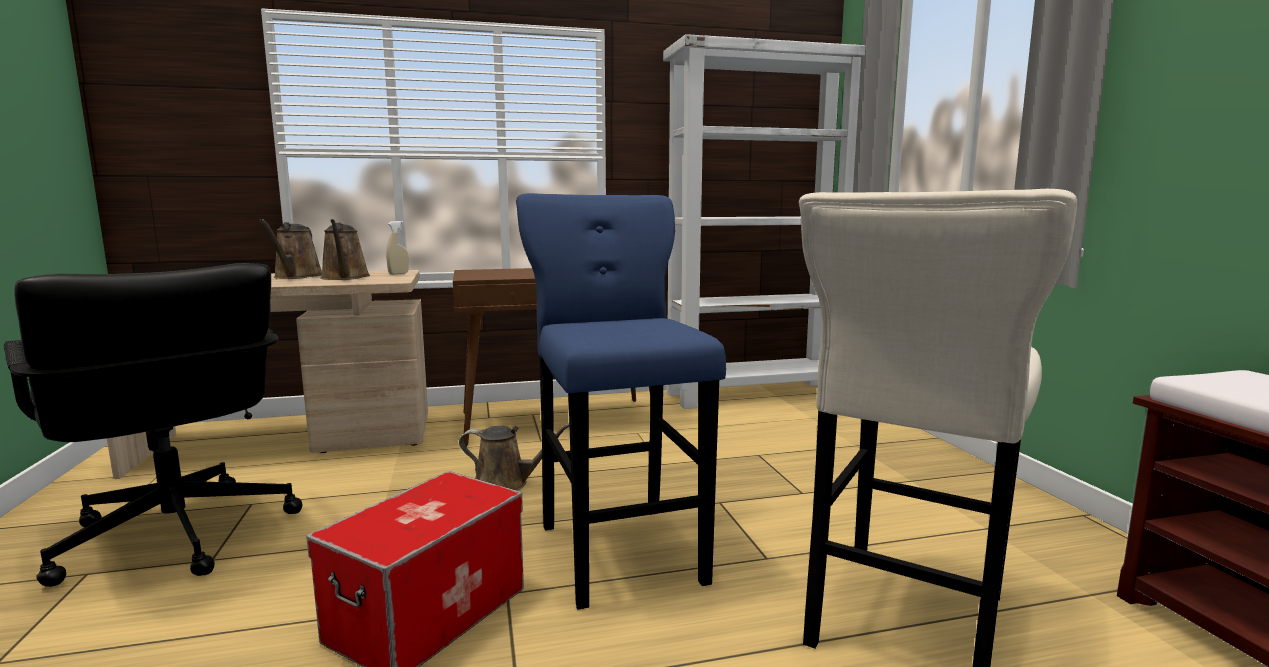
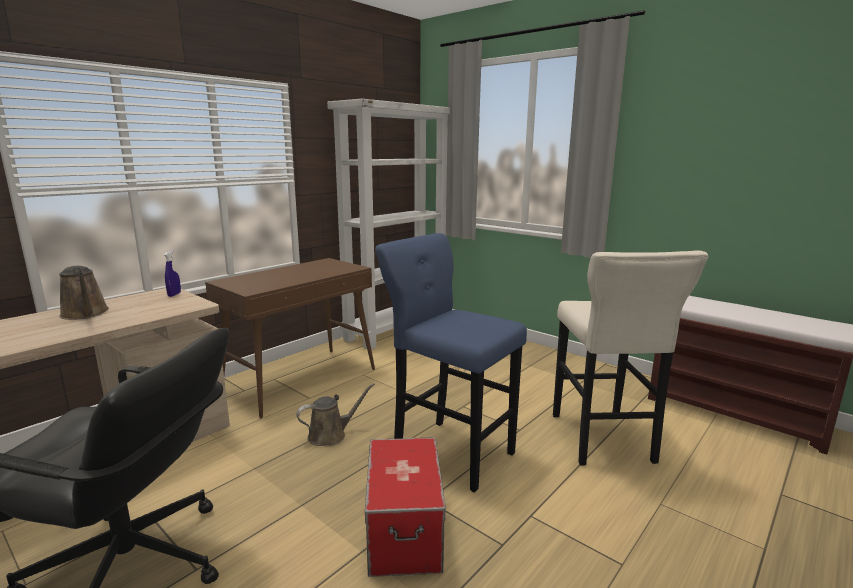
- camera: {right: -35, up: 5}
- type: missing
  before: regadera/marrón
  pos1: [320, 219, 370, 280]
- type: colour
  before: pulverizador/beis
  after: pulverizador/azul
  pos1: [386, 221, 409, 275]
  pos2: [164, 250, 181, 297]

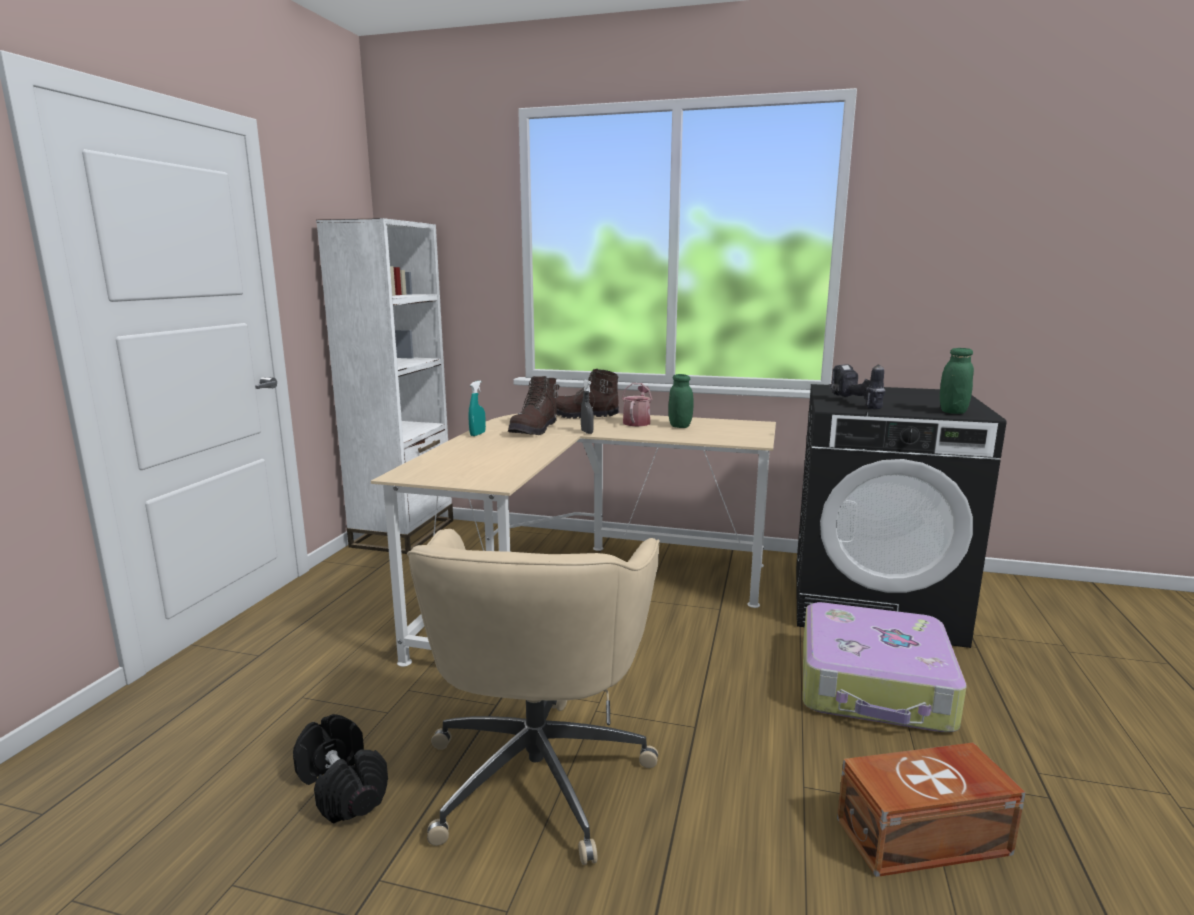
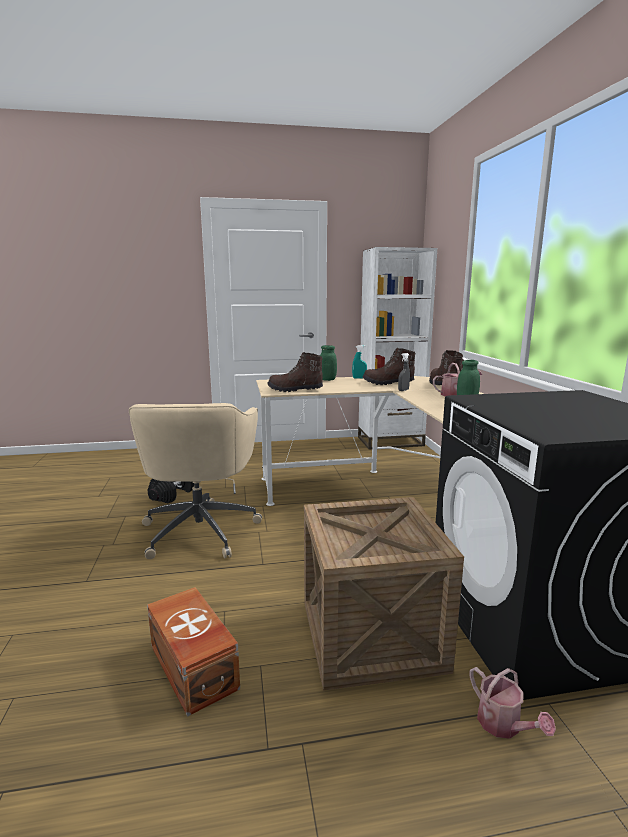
- camera: {right: 65, up: 0}
- type: missing
  before: taladro
  pos1: [829, 364, 886, 409]
- type: appeared
  after: bota/marrón
  pos2: [267, 352, 323, 392]
- type: appeared
  after: regadera
  pos2: [469, 667, 556, 739]
- type: relocated
  before: tarro/verde
  pos1: [940, 348, 974, 414]
  pos2: [320, 345, 337, 381]
- type: exchanged
  before: maleta
  after: caja de embalaje
  pos1: [803, 602, 966, 732]
  pos2: [304, 497, 464, 691]
- type: spun
  before: silla de oficina/beis
  pos1: [407, 529, 660, 865]
  pos2: [129, 403, 262, 559]
  turn: -75

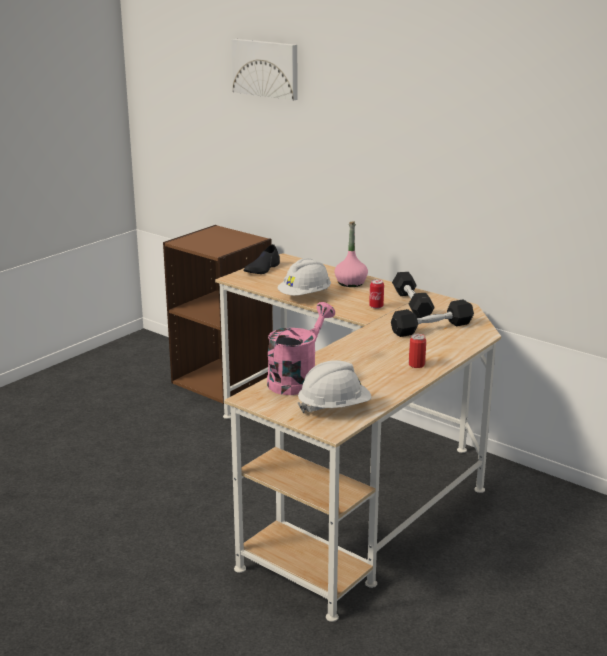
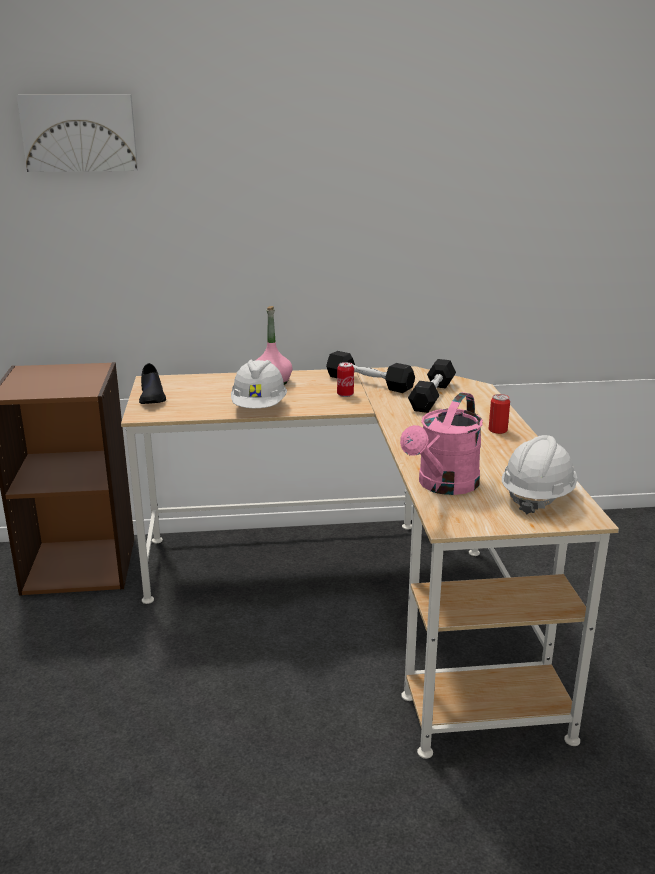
- camera: {right: -45, up: 0}
- type: spun
  before: regadera/rosa
  pos1: [267, 302, 335, 395]
  pos2: [400, 392, 483, 495]
  turn: -135

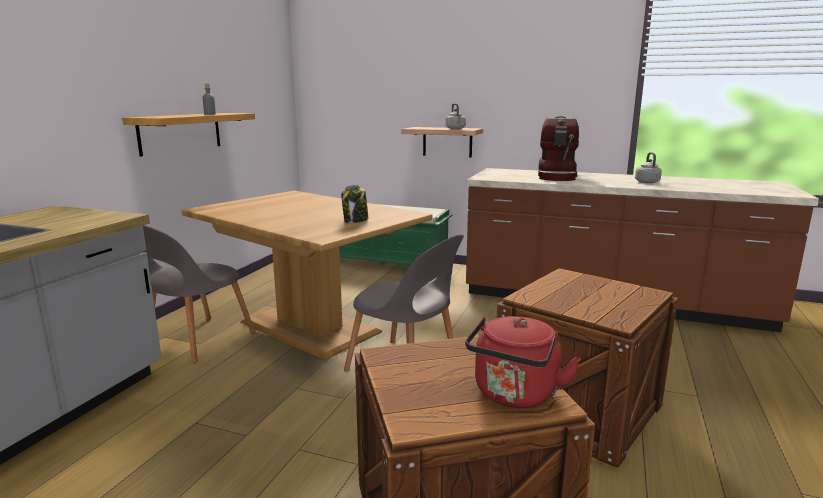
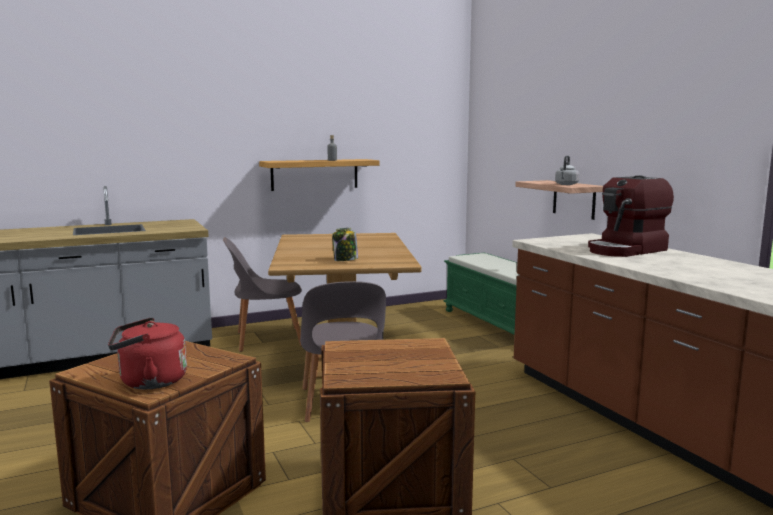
- camera: {right: 45, up: -5}
- type: missing
  before: hervidor/gris
  pos1: [635, 152, 662, 183]

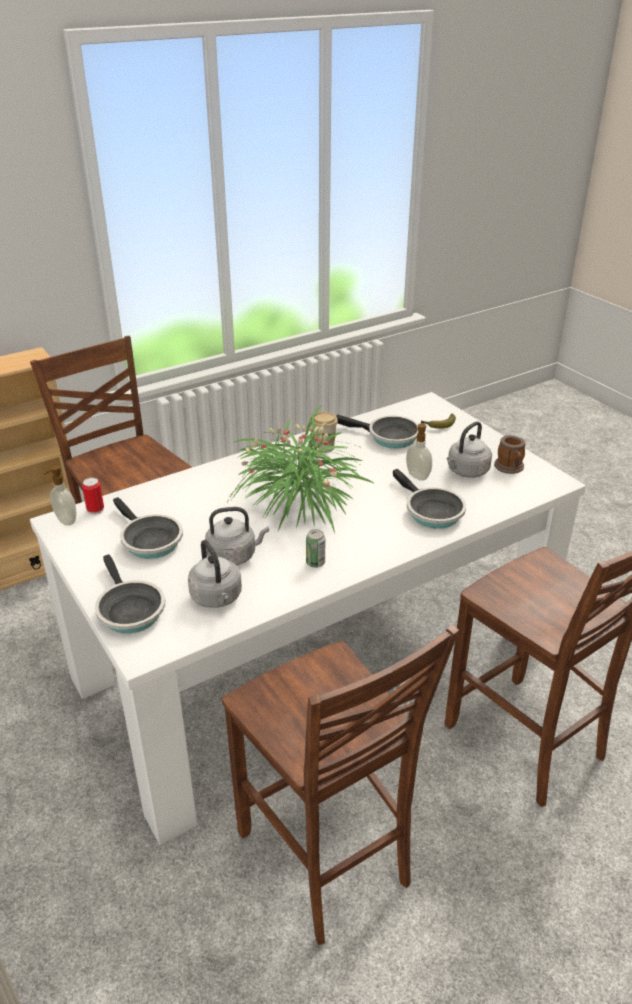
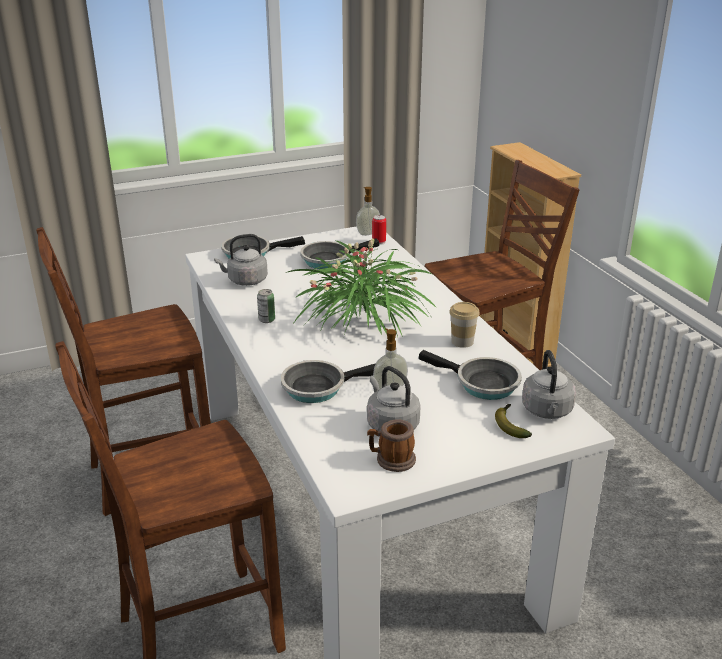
- camera: {right: 100, up: -5}
- type: relocated
  before: hervidor/gris
  pos1: [205, 507, 269, 565]
  pos2: [522, 350, 576, 419]
- type: spun
  before: sartén
  pos1: [336, 414, 418, 448]
  pos2: [419, 350, 522, 400]
  turn: -90

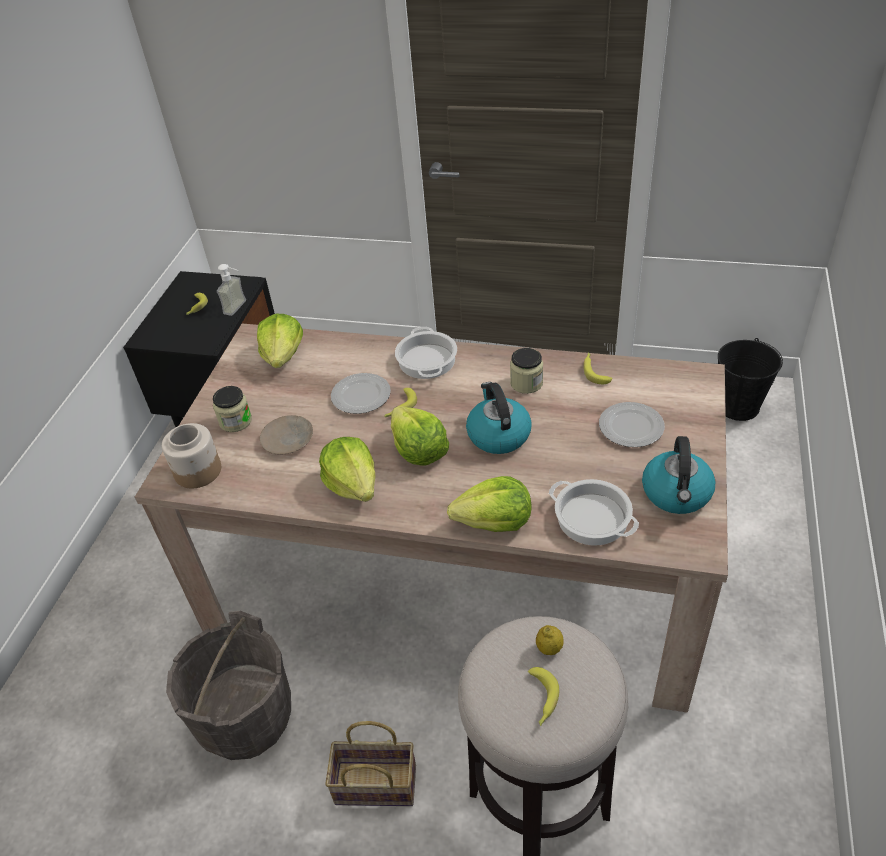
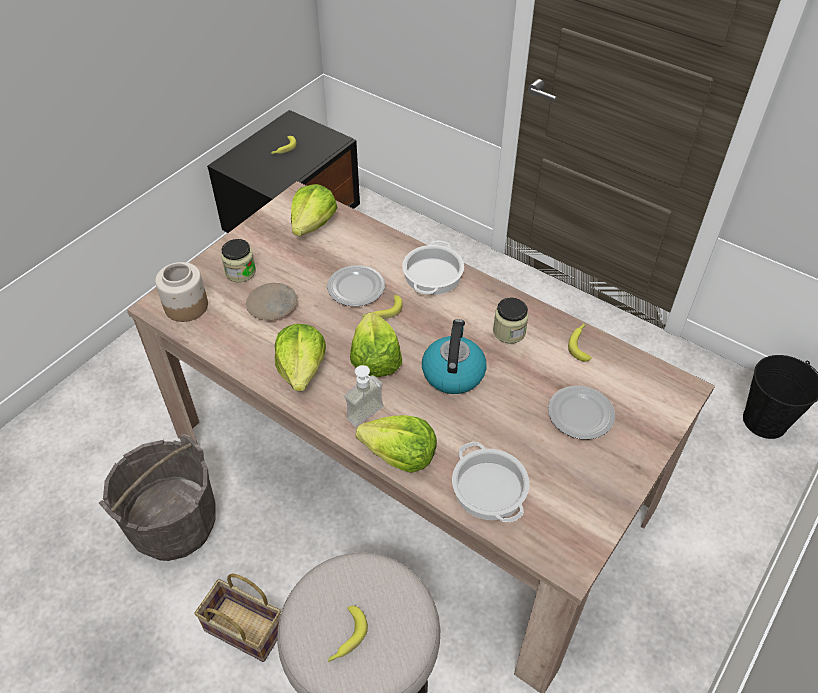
- camera: {right: 20, up: 5}
- type: missing
  before: limón
  pos1: [536, 625, 564, 655]
- type: missing
  before: hervidor
  pos1: [642, 436, 716, 514]
- type: relocated
  before: dispensador de jabón
  pos1: [217, 264, 246, 316]
  pos2: [344, 365, 384, 427]

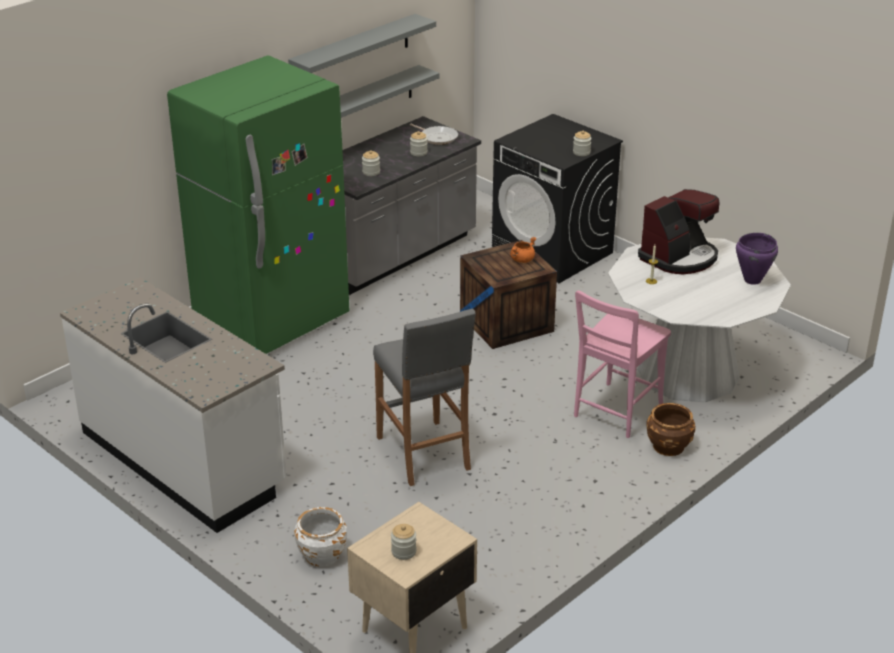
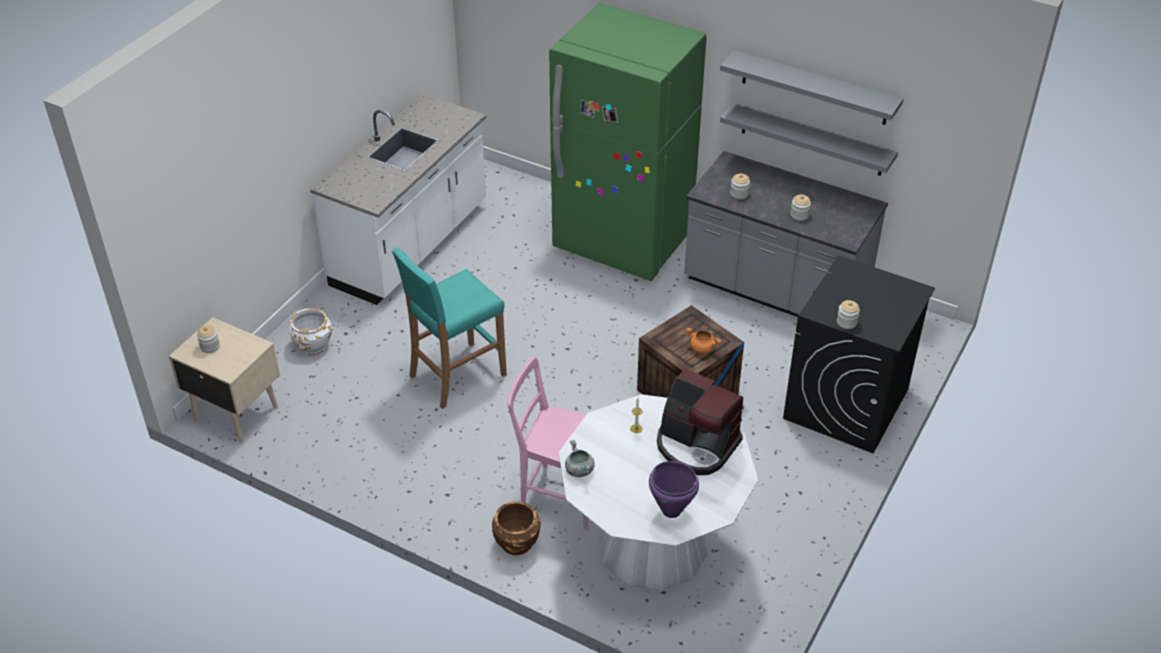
- camera: {right: 75, up: 10}
- type: missing
  before: sartén
  pos1: [410, 124, 458, 145]
- type: appeared
  after: olla/gris
  pos2: [565, 440, 595, 477]
- type: colour
  before: taburete/gris
  after: taburete/turquesa
  pos1: [373, 309, 476, 486]
  pos2: [392, 247, 507, 409]

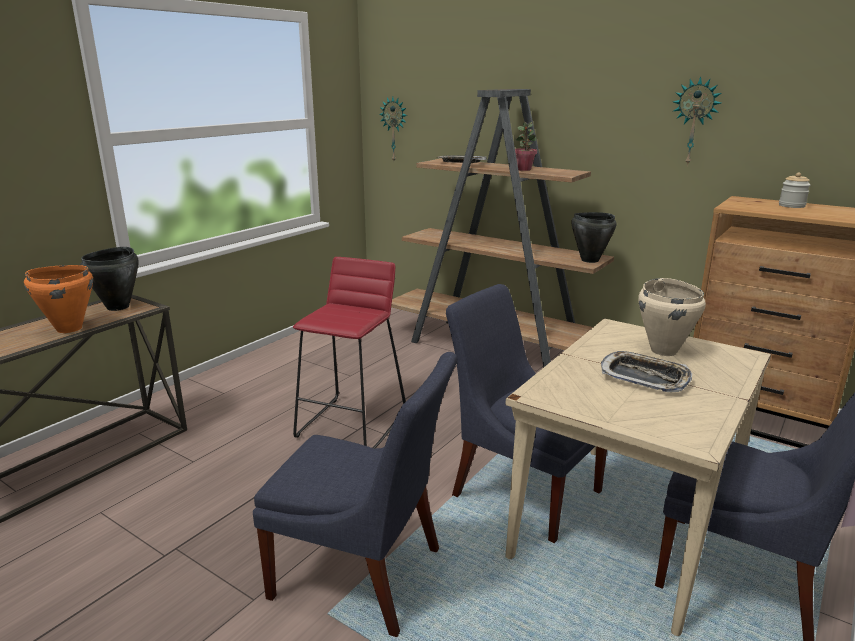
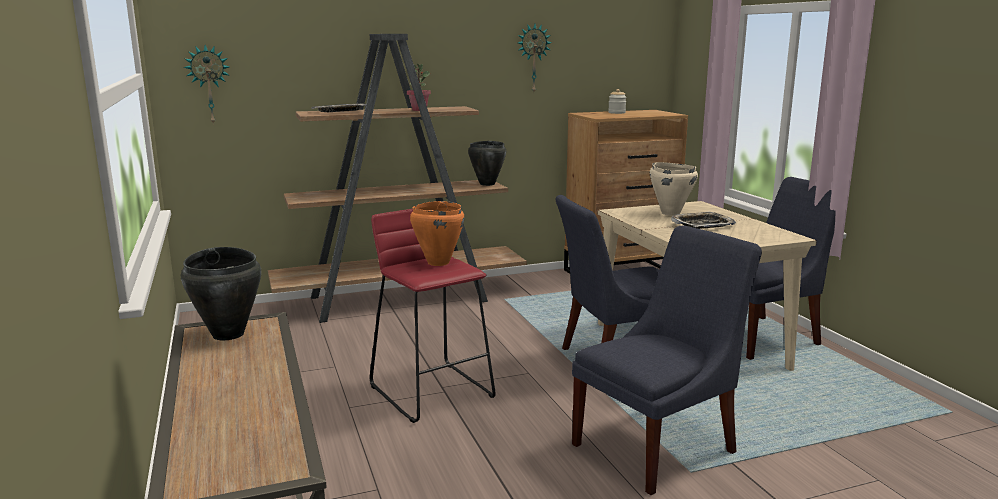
- camera: {right: -55, up: -5}
- type: relocated
  before: olla/naranja
  pos1: [24, 265, 93, 333]
  pos2: [410, 201, 465, 266]

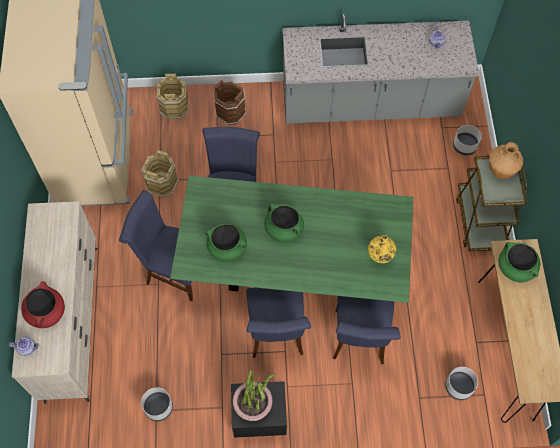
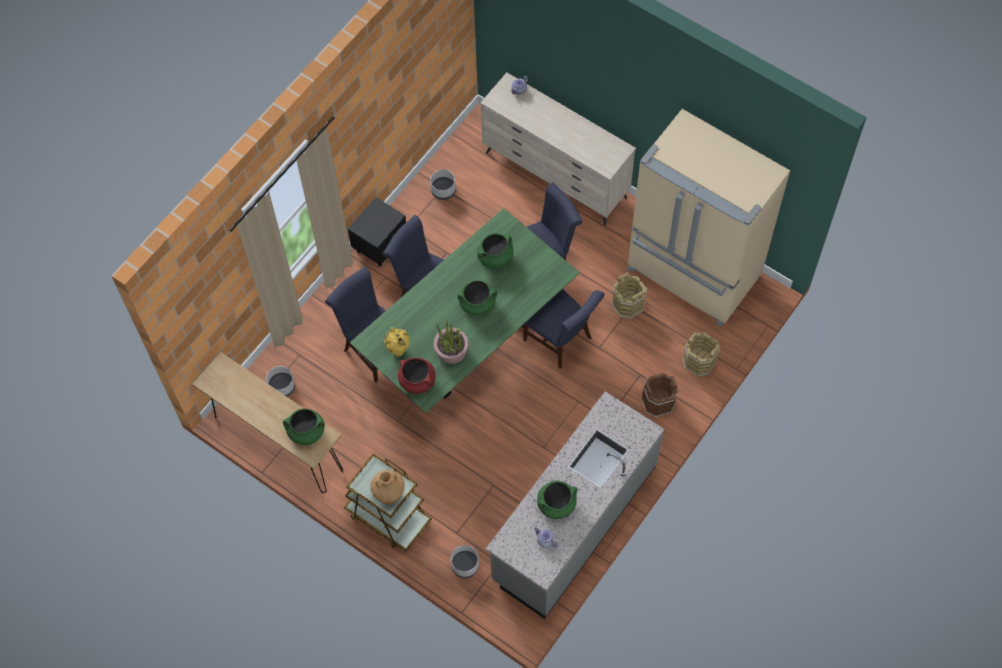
- camera: {right: 130, up: 0}
- type: appeared
  after: olla/verde
  pos2: [537, 481, 578, 519]
- type: relocated
  before: olla/rojo
  pos1: [21, 281, 65, 328]
  pos2: [398, 358, 436, 394]
- type: relocated
  before: planta en maceta
  pos1: [233, 370, 275, 421]
  pos2: [433, 319, 469, 364]

